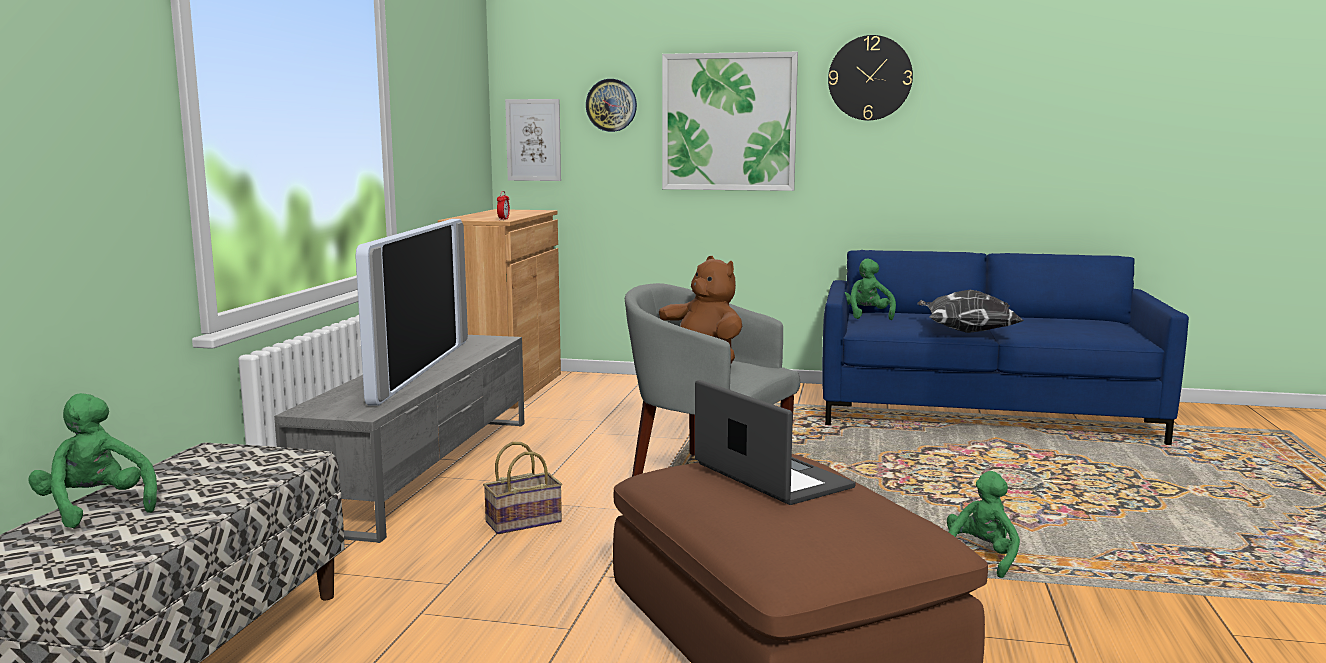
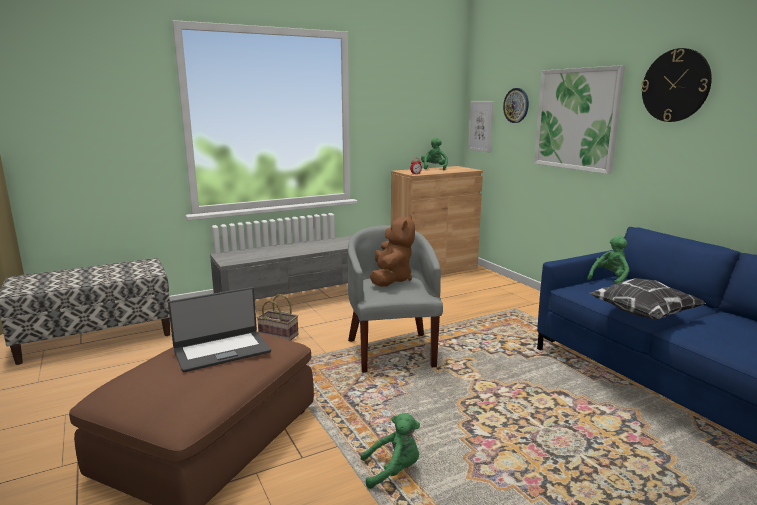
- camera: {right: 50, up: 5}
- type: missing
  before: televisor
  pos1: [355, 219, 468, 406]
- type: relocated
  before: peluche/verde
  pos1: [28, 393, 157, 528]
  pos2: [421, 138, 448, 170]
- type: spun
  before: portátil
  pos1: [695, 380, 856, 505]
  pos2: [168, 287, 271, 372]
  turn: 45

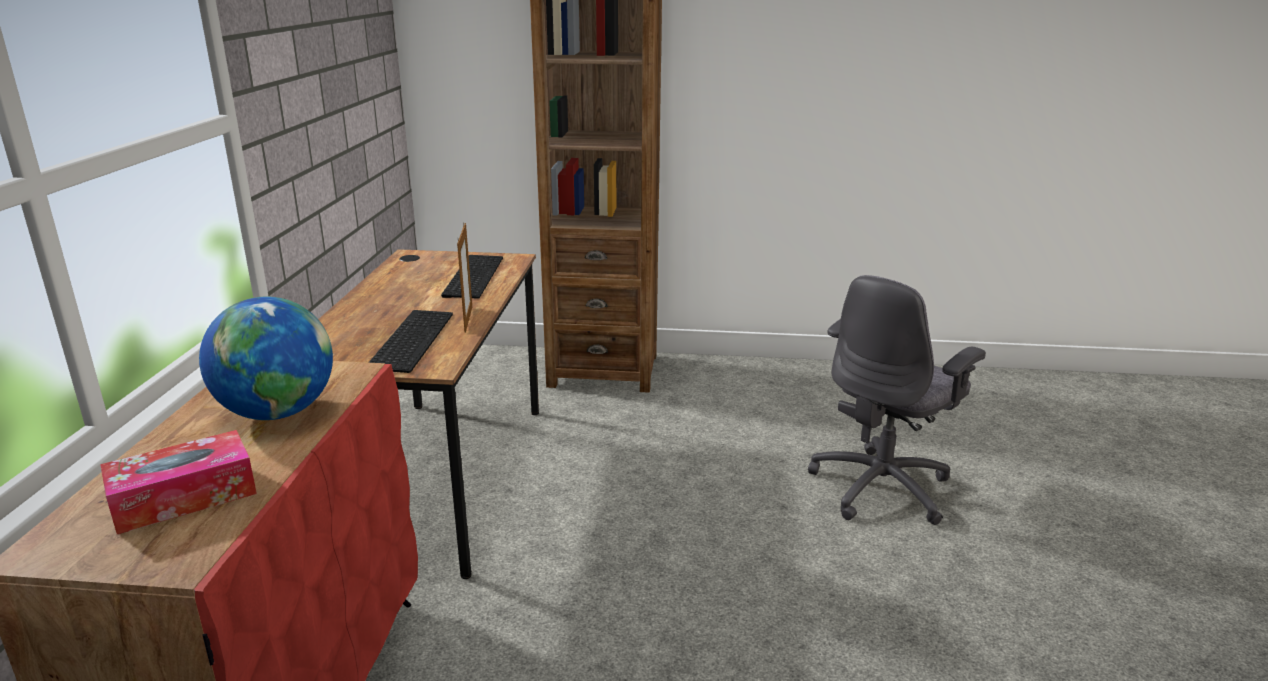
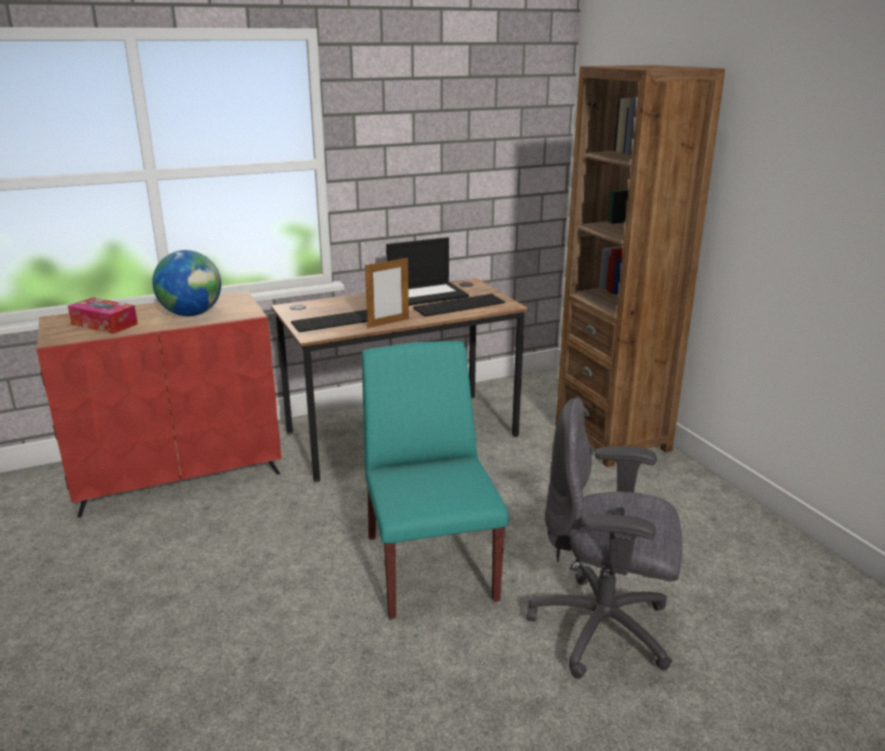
- camera: {right: 60, up: 0}
- type: appeared
  after: silla/turquesa
  pos2: [362, 341, 509, 619]
- type: appeared
  after: portátil
  pos2: [386, 237, 469, 306]

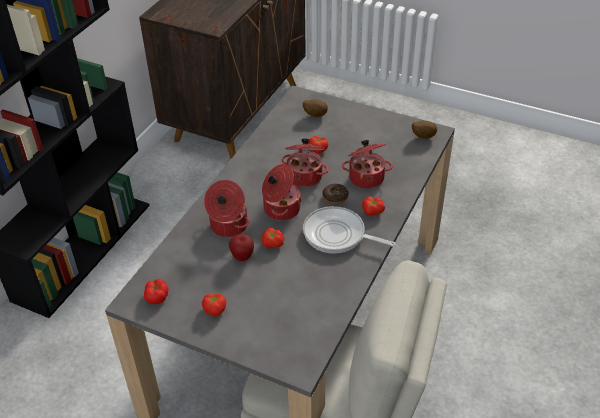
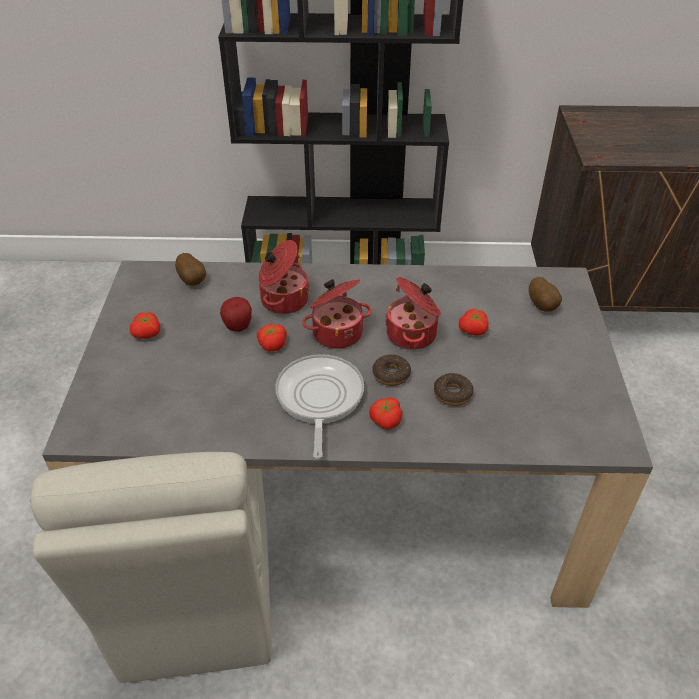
- camera: {right: 65, up: 0}
- type: missing
  before: tomate
  pos1: [144, 279, 169, 304]
- type: relocated
  before: patata
  pos1: [412, 120, 437, 139]
  pos2: [175, 253, 206, 286]
- type: exchanged
  before: olla
  after: rosquilla
  pos1: [342, 140, 393, 189]
  pos2: [434, 373, 474, 406]

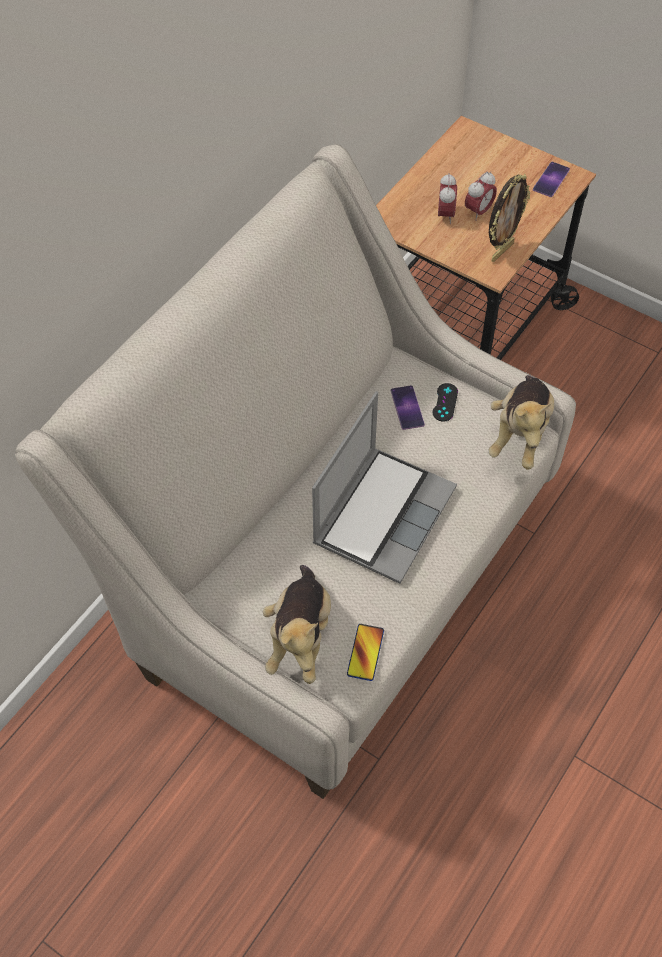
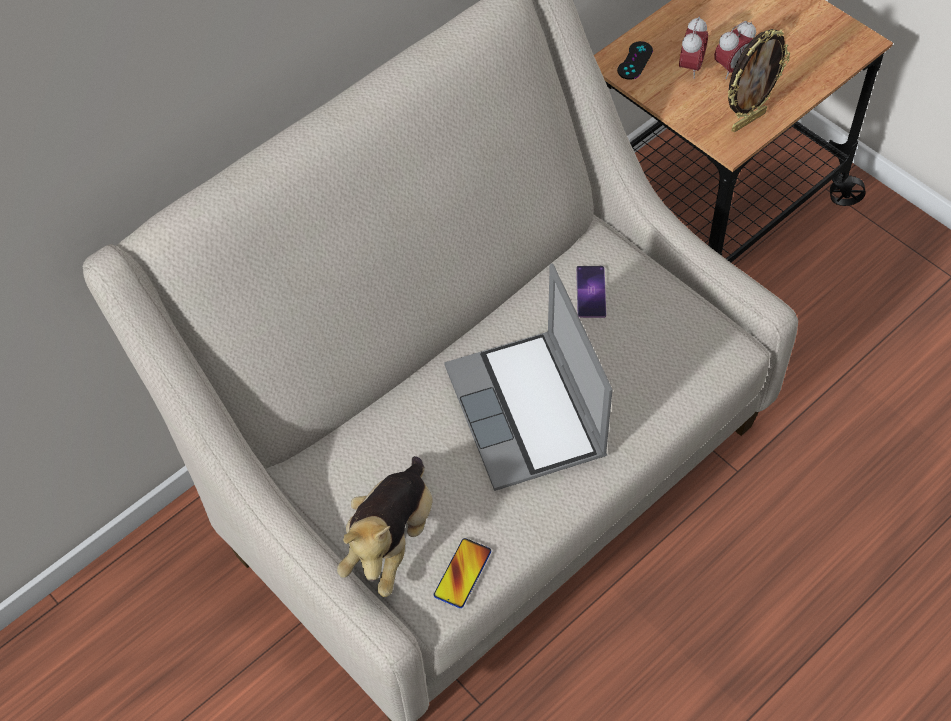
- camera: {right: 15, up: 0}
- type: missing
  before: peluche
  pos1: [488, 375, 554, 470]
- type: missing
  before: móvil
  pos1: [533, 162, 570, 197]
- type: relocated
  before: mando de consola/negro
  pos1: [433, 383, 458, 422]
  pos2: [617, 41, 653, 80]
- type: spun
  before: portátil
  pos1: [312, 391, 457, 584]
  pos2: [444, 263, 613, 491]
  turn: 120

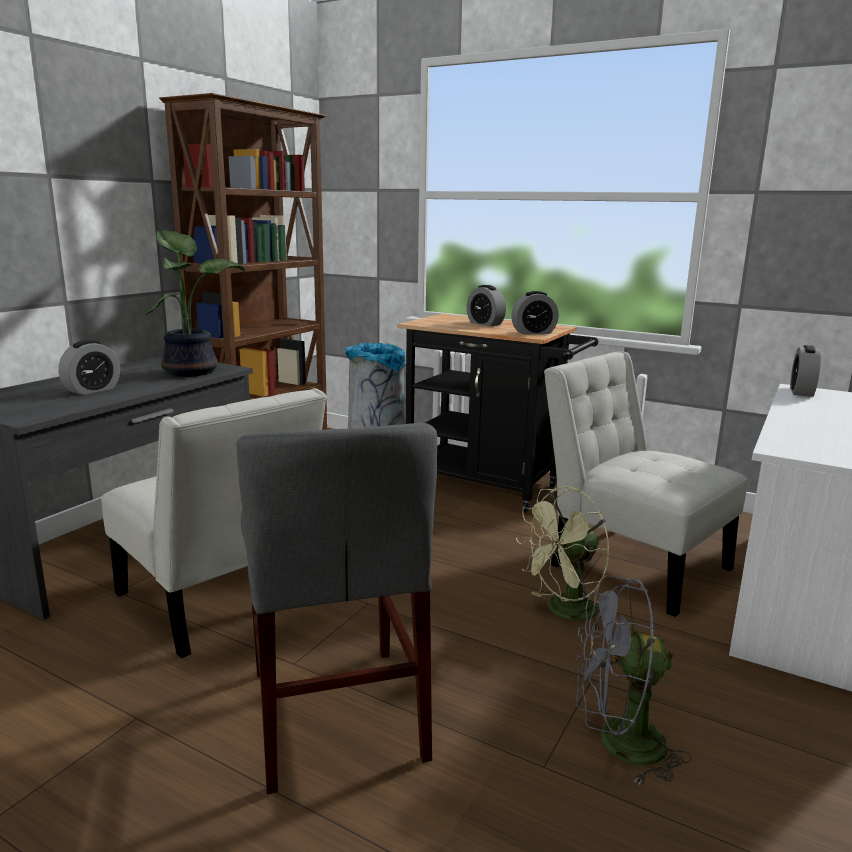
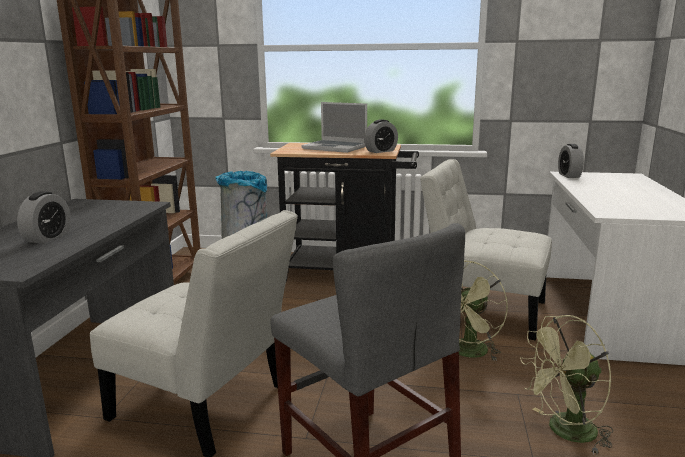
- camera: {right: -20, up: 0}
- type: missing
  before: planta en maceta
  pos1: [145, 230, 245, 377]
- type: exchanged
  before: despertador
  after: portátil
  pos1: [467, 285, 506, 327]
  pos2: [301, 102, 367, 153]
- type: colour
  before: ventilador/gris
  after: ventilador/verde
  pos1: [574, 575, 692, 785]
  pos2: [520, 315, 613, 455]

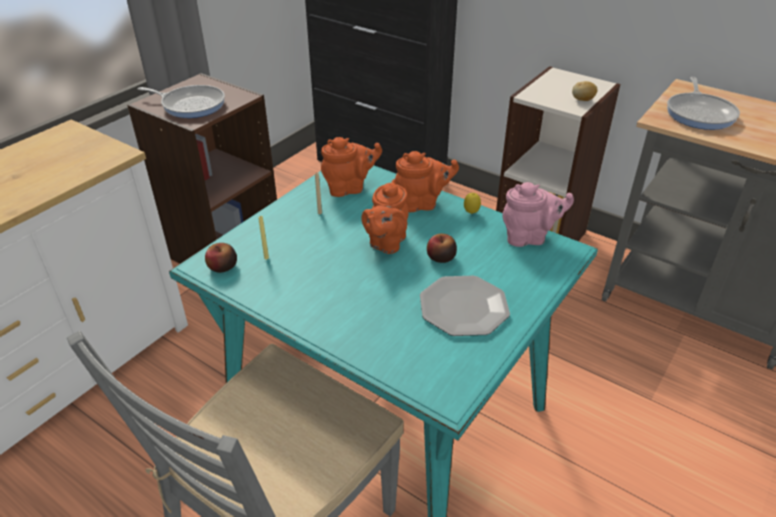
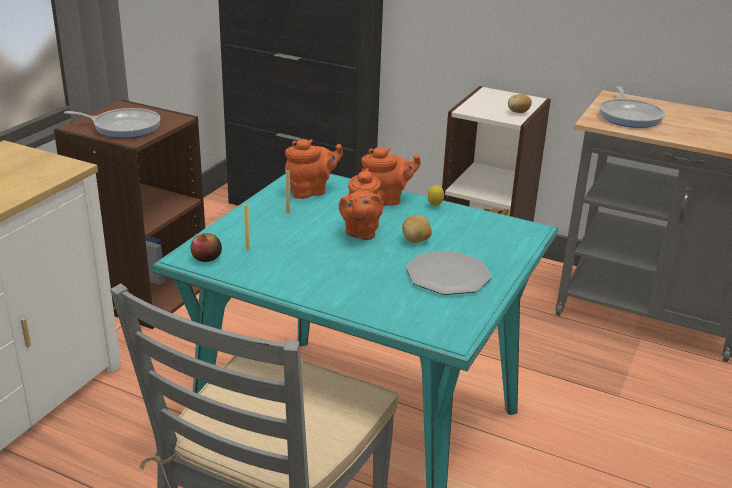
- camera: {right: -10, up: -10}
- type: missing
  before: tetera/rosa
  pos1: [502, 182, 574, 247]
- type: exchanged
  before: manzana
  after: patata
  pos1: [427, 234, 457, 263]
  pos2: [402, 215, 432, 243]

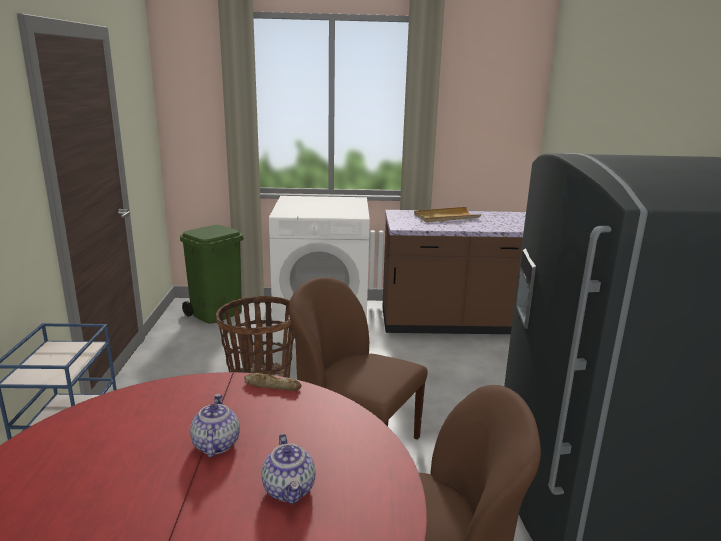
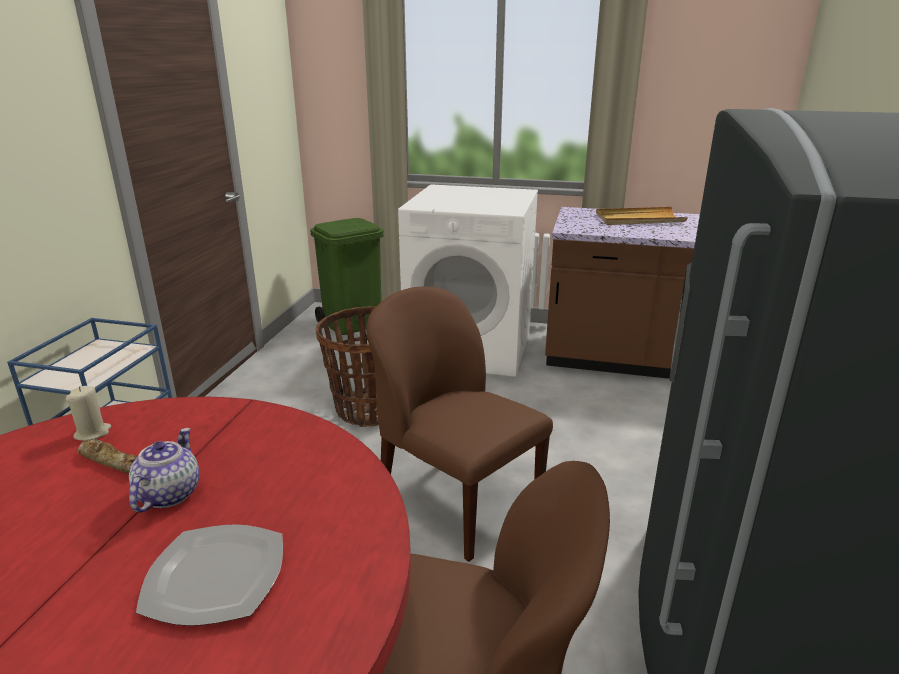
- camera: {right: 15, up: 5}
- type: appeared
  after: vela/beis
  pos2: [66, 386, 111, 441]
- type: relocated
  before: pan
  pos1: [244, 373, 302, 391]
  pos2: [78, 439, 137, 474]
- type: exchanged
  before: tetera
  after: plato
  pos1: [262, 434, 315, 504]
  pos2: [136, 524, 283, 626]

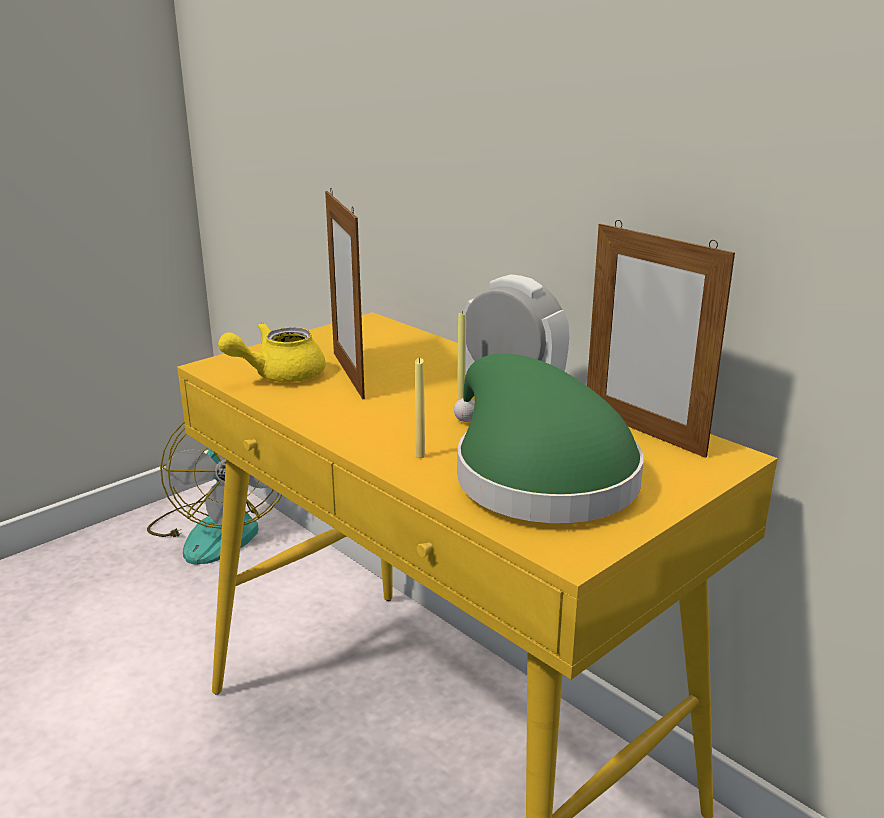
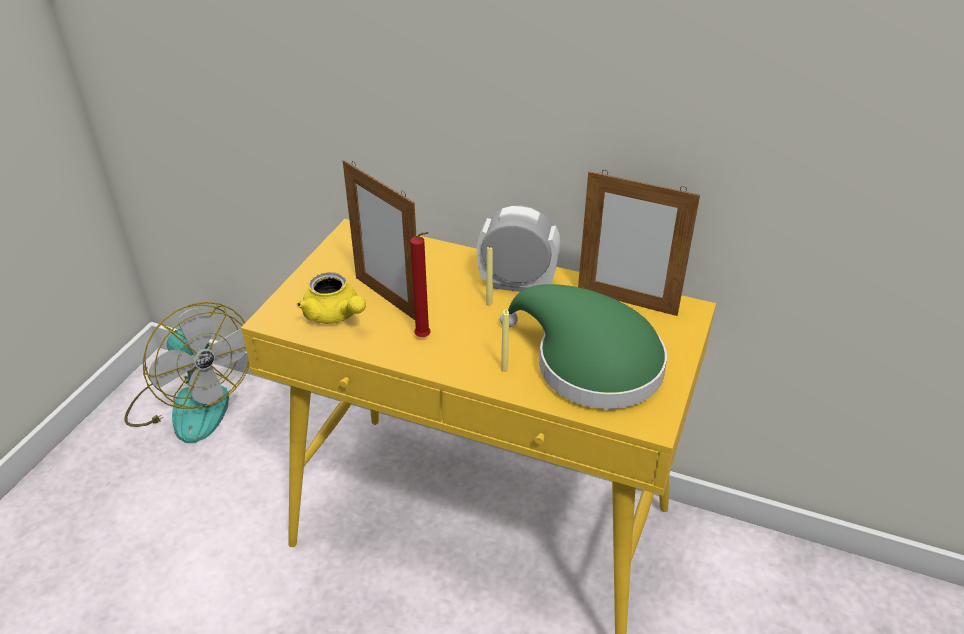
- camera: {right: -25, up: 15}
- type: appeared
  after: vela/rojo
  pos2: [410, 232, 431, 337]
- type: spun
  before: tetera/amarillo
  pos1: [218, 323, 326, 382]
  pos2: [296, 272, 366, 324]
  turn: -75

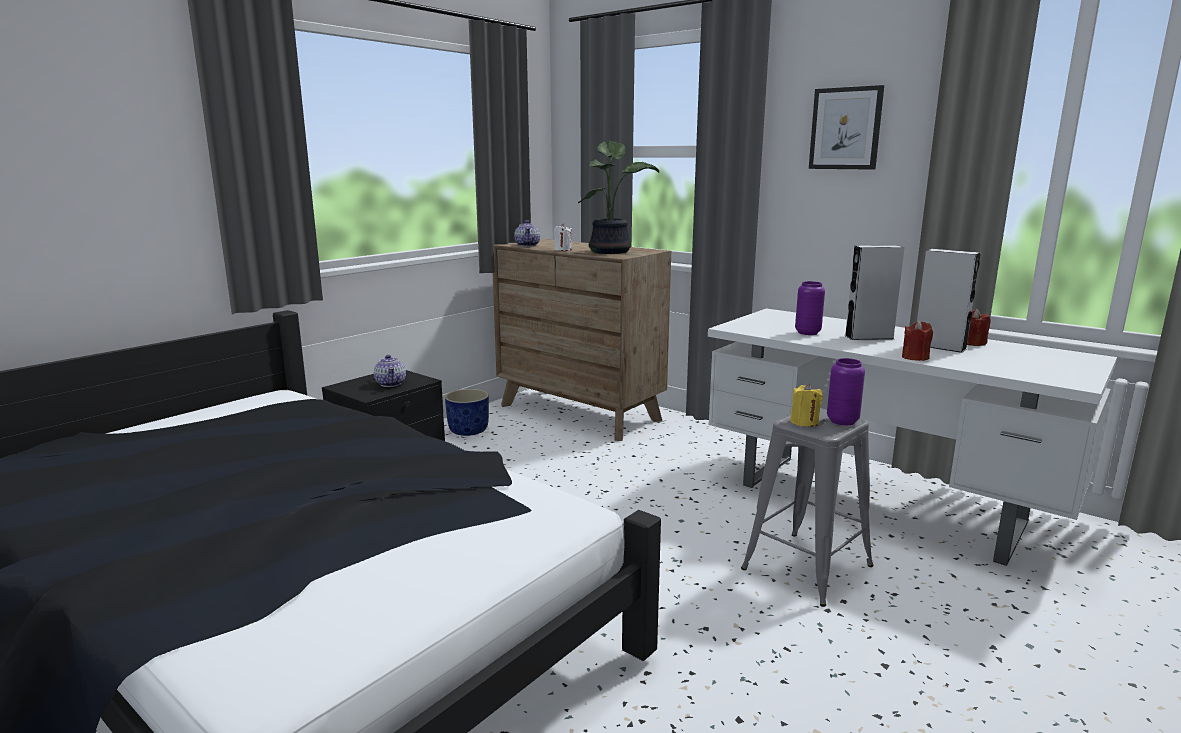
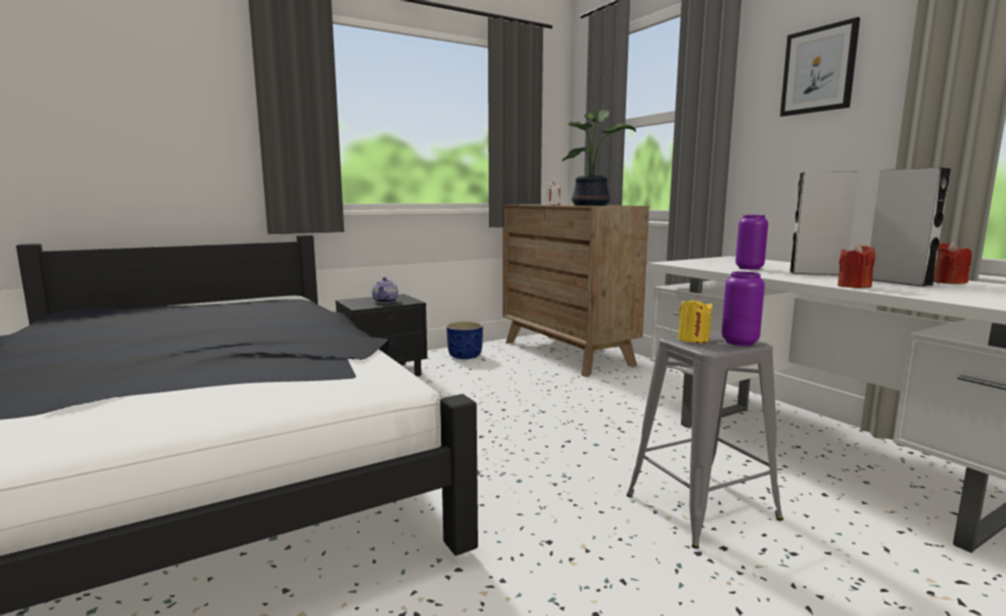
- camera: {right: 20, up: -5}
- type: missing
  before: tetera
  pos1: [514, 220, 540, 247]

